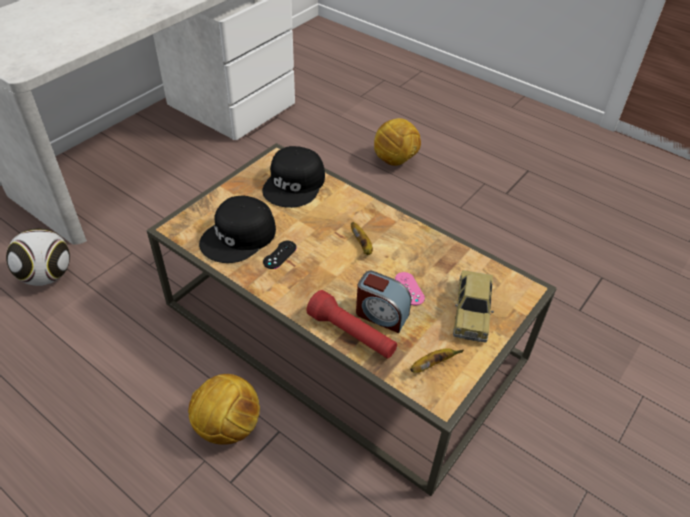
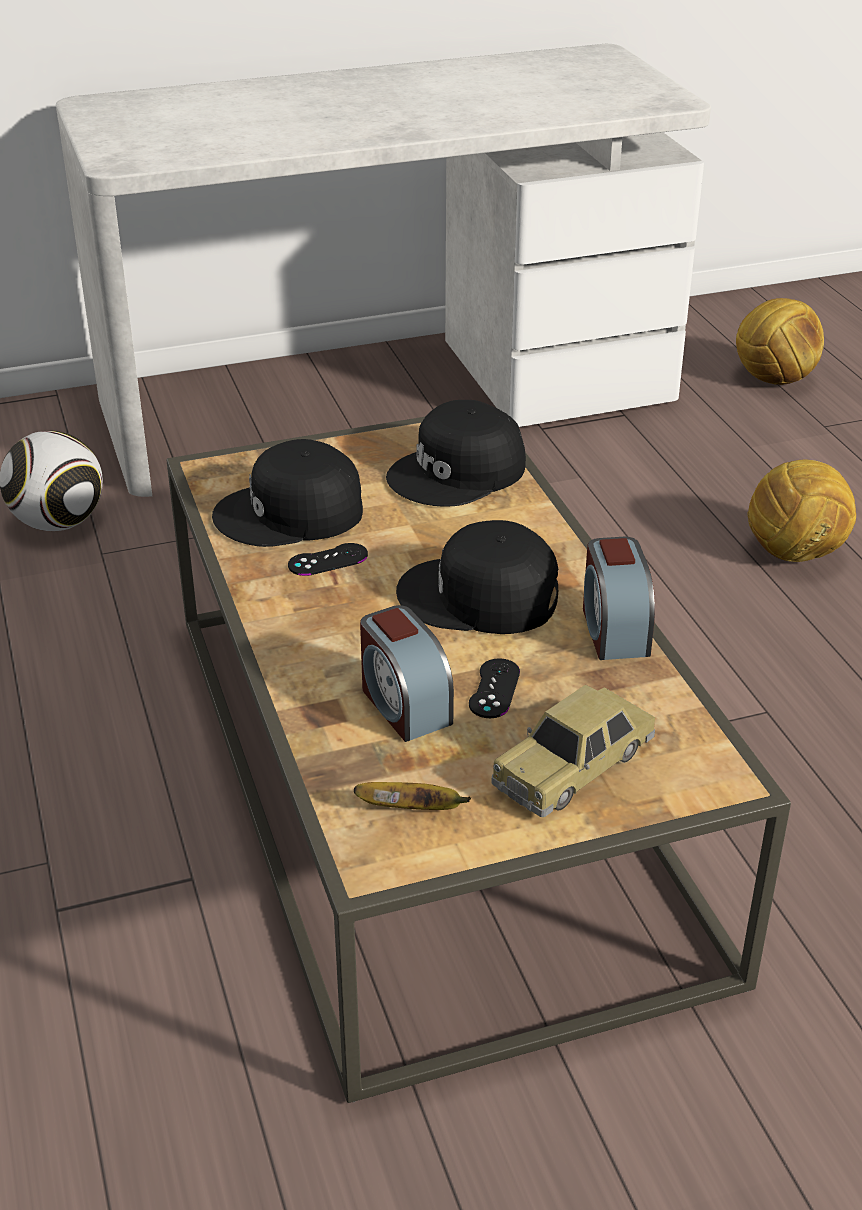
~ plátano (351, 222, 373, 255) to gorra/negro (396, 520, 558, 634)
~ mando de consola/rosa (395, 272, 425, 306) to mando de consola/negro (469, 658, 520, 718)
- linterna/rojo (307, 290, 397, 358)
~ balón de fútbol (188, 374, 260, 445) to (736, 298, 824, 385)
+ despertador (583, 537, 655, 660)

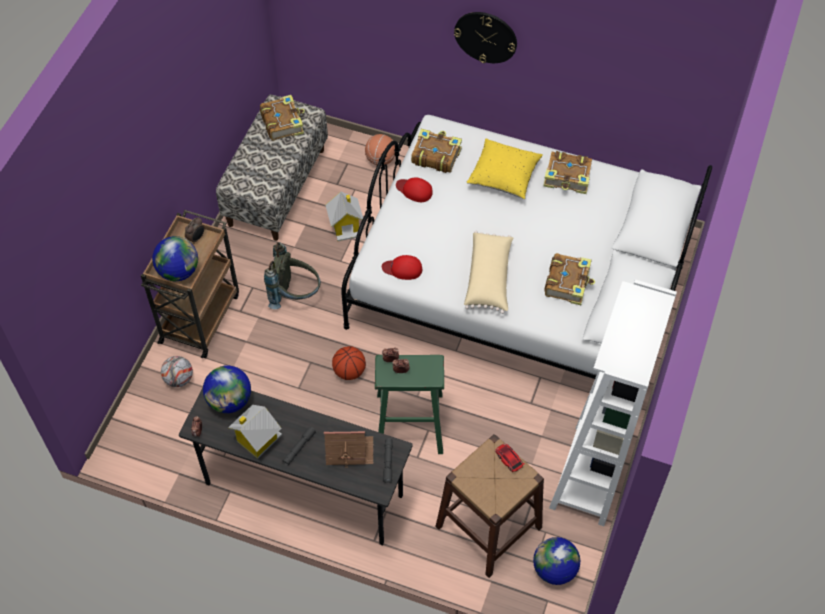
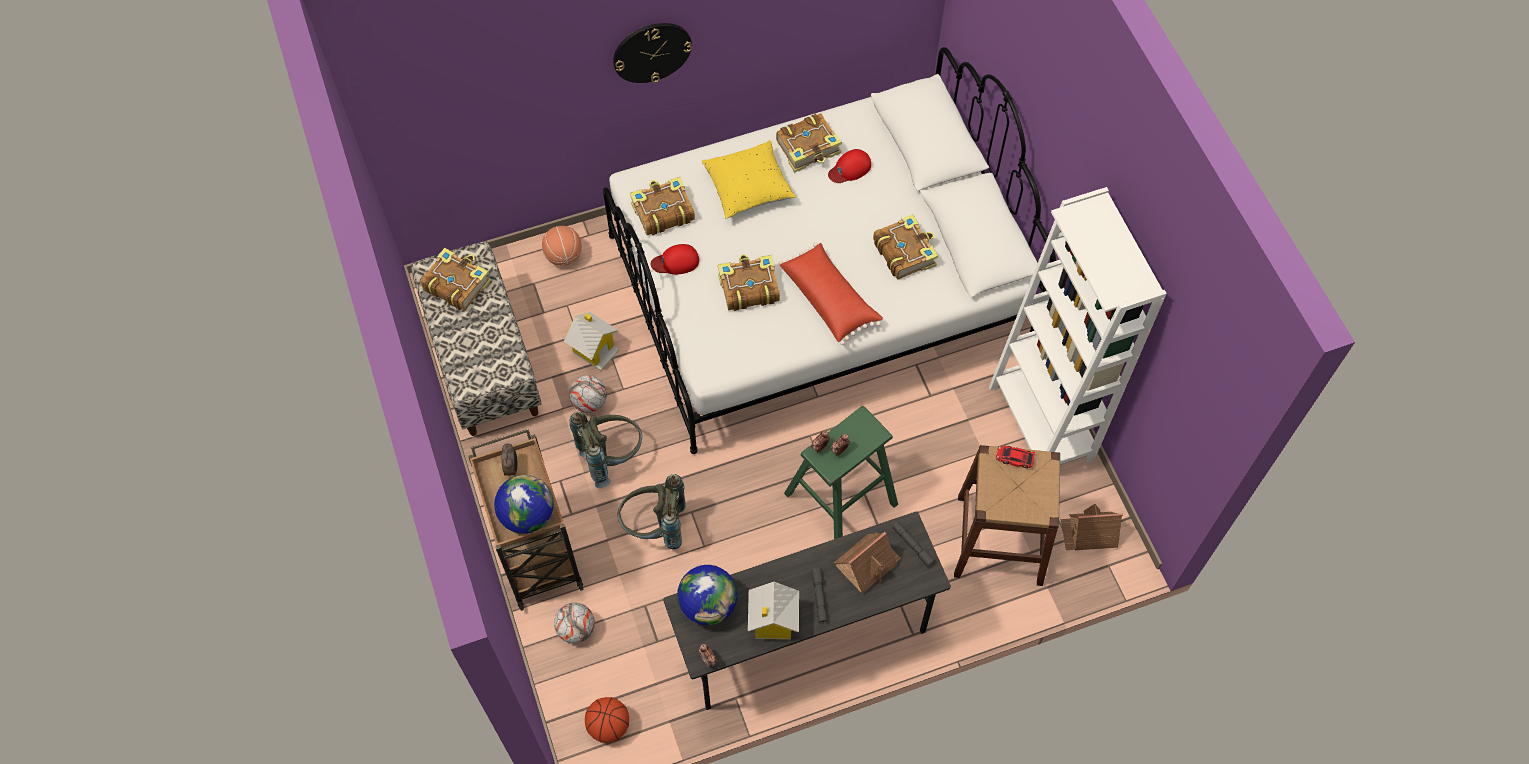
~ cojín/beis (464, 231, 513, 314) to cojín/rojo (779, 243, 883, 345)
~ gorra/rojo (382, 255, 422, 280) to (828, 149, 871, 183)
~ balón de baloncesto (332, 346, 366, 380) to (585, 697, 629, 743)
~ globo terráqueo (533, 537, 580, 585) to casita (1061, 504, 1123, 550)
+ libro (718, 254, 780, 311)
+ balón de fútbol (569, 375, 607, 413)
+ mochila/gris (618, 474, 686, 549)

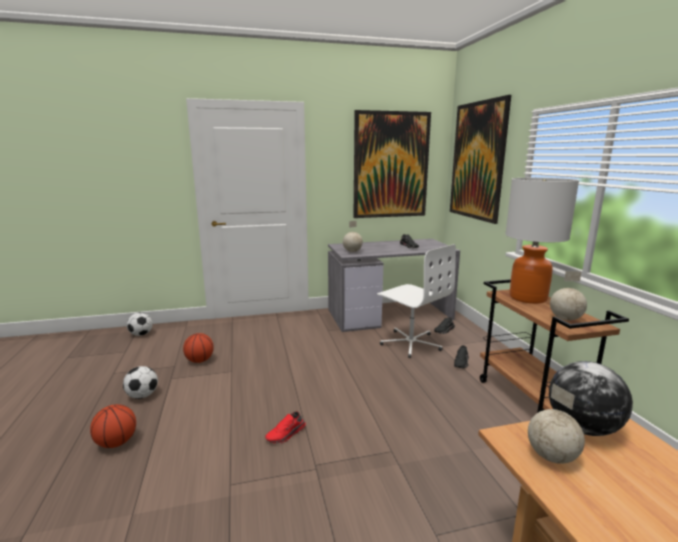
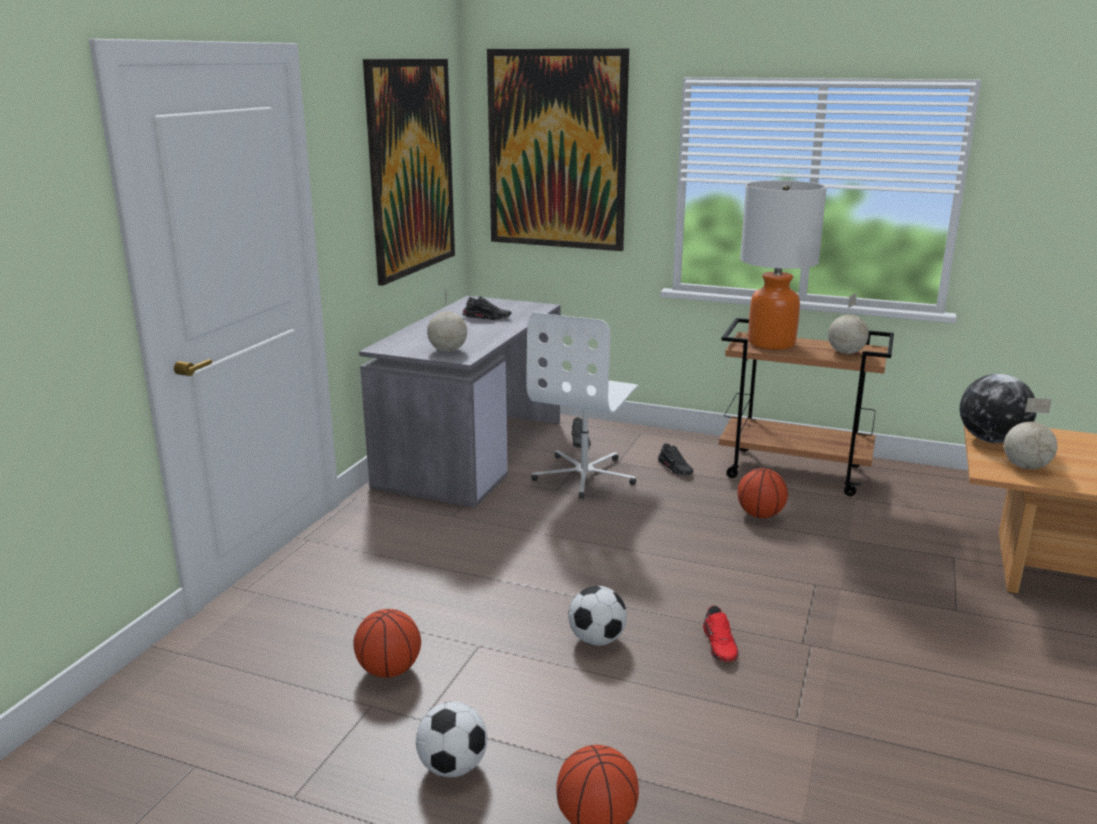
~ silla de oficina/blanco (377, 244, 456, 358) = (526, 312, 638, 499) 120 degrees clockwise
~ balón de fútbol (127, 312, 153, 336) to (568, 586, 627, 646)
+ balón de baloncesto (737, 468, 788, 518)

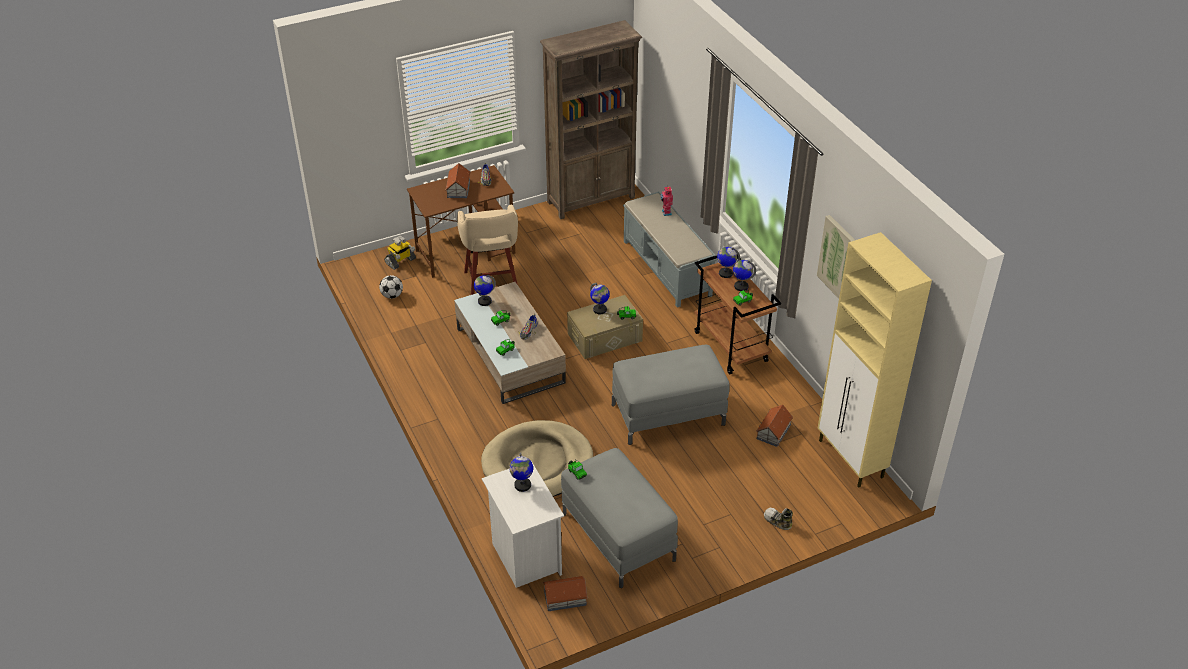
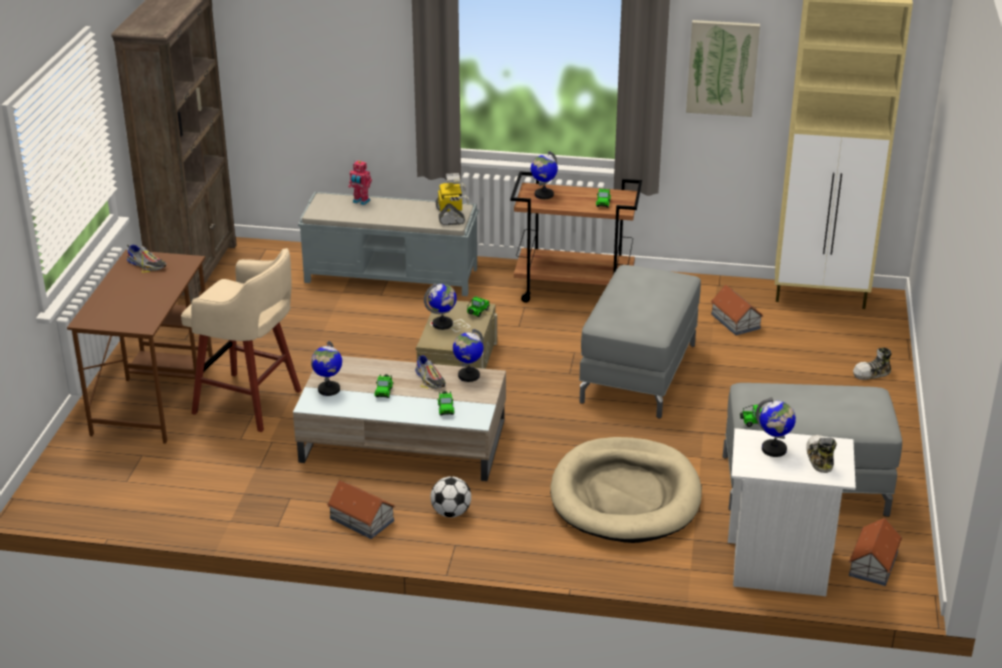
~ casita (445, 163, 471, 198) to (327, 481, 395, 539)
~ robot de juguete (384, 235, 416, 270) to (435, 173, 469, 225)
~ globo terráqueo (733, 260, 756, 291) to (453, 329, 483, 382)
~ balón de fútbol (379, 275, 403, 299) to (430, 476, 471, 518)
+ zapato (806, 435, 837, 473)

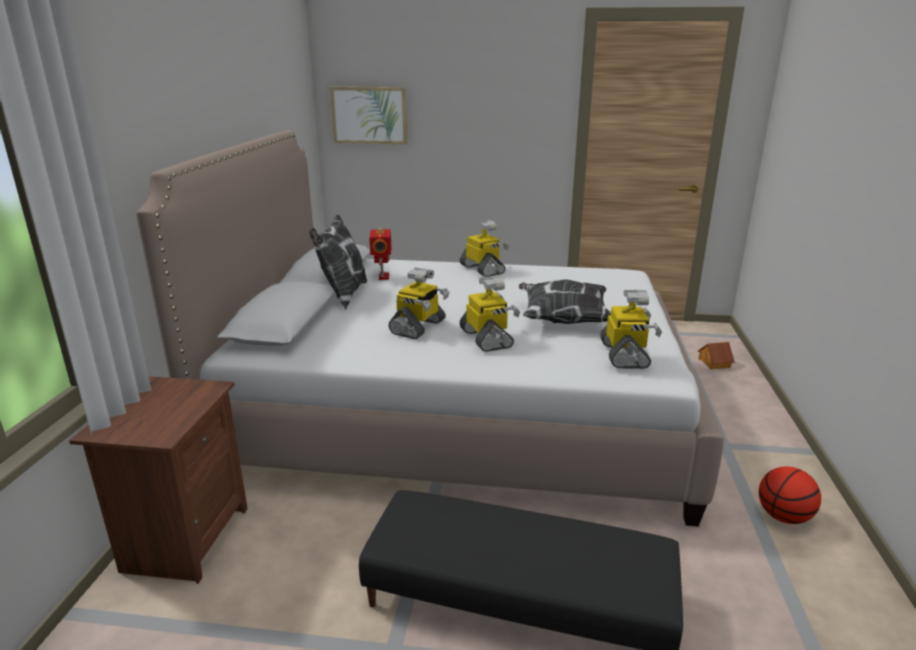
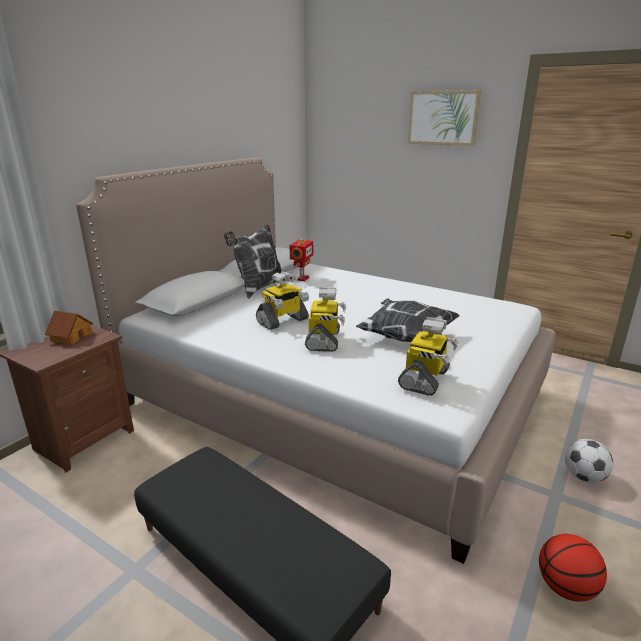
~ cuadro (330, 87, 407, 144) to (408, 90, 481, 146)
- robot de juguete (460, 220, 509, 277)
~ casita (698, 342, 735, 369) to (44, 311, 93, 345)
+ balón de fútbol (565, 439, 613, 483)

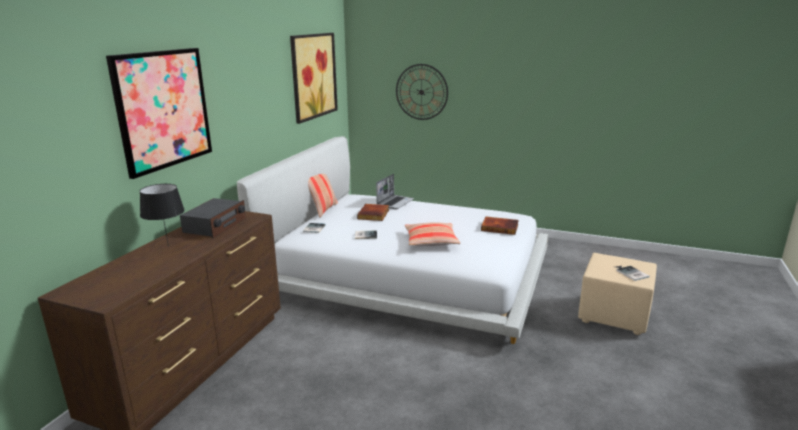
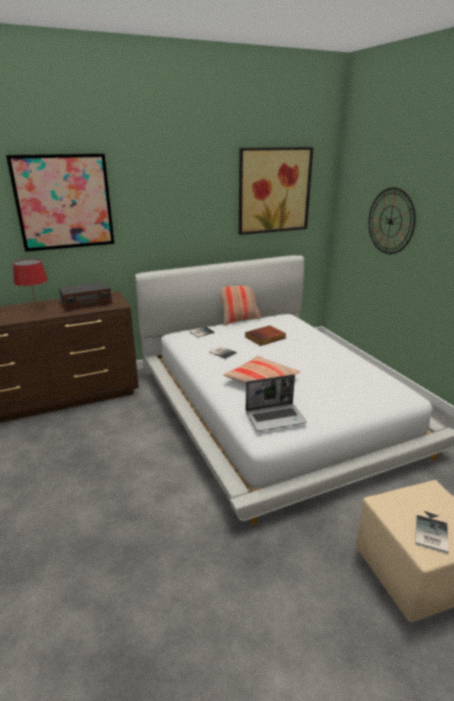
~ portátil (376, 174, 414, 209) to (245, 375, 307, 431)
~ lámpara de mesa/negro (140, 184, 185, 247) to lámpara de mesa/rojo (13, 259, 48, 305)
- libro (481, 217, 519, 235)

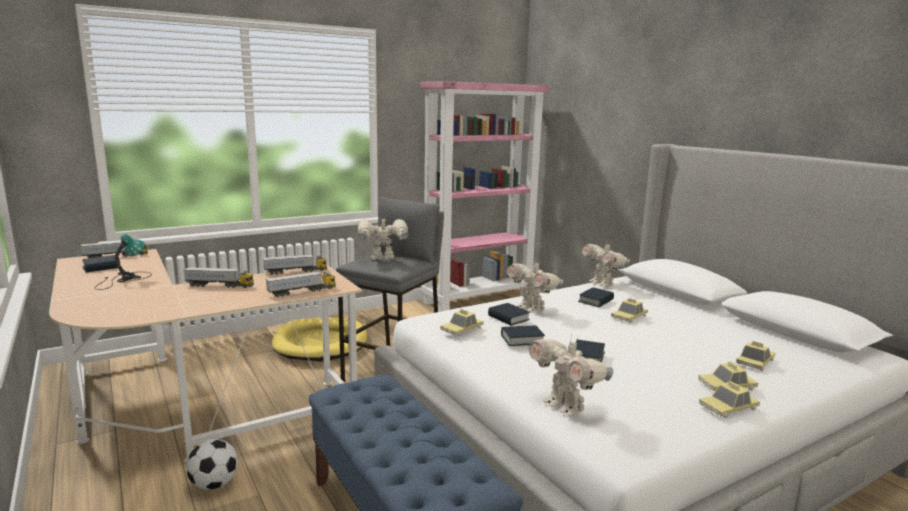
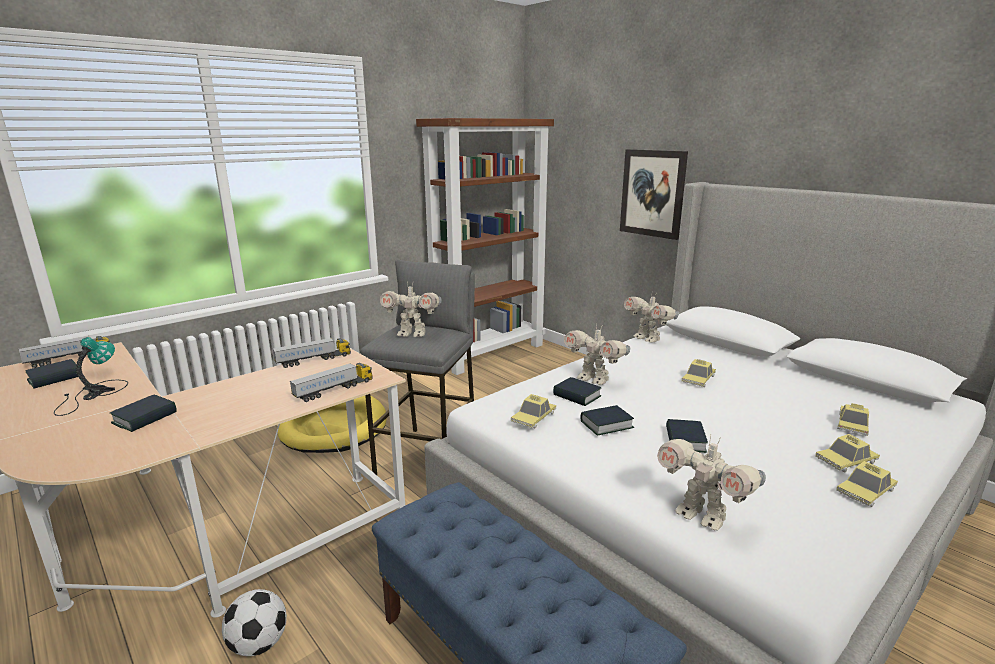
~ estantería/rosa (421, 81, 549, 312) to estantería/marrón (416, 118, 554, 375)
~ robot de juguete (358, 217, 409, 261) = (380, 281, 442, 337) 150 degrees counterclockwise
- camión de juguete (184, 267, 254, 288)
~ libro (578, 287, 614, 307) to (110, 395, 177, 432)
+ cuadro (620, 149, 688, 240)

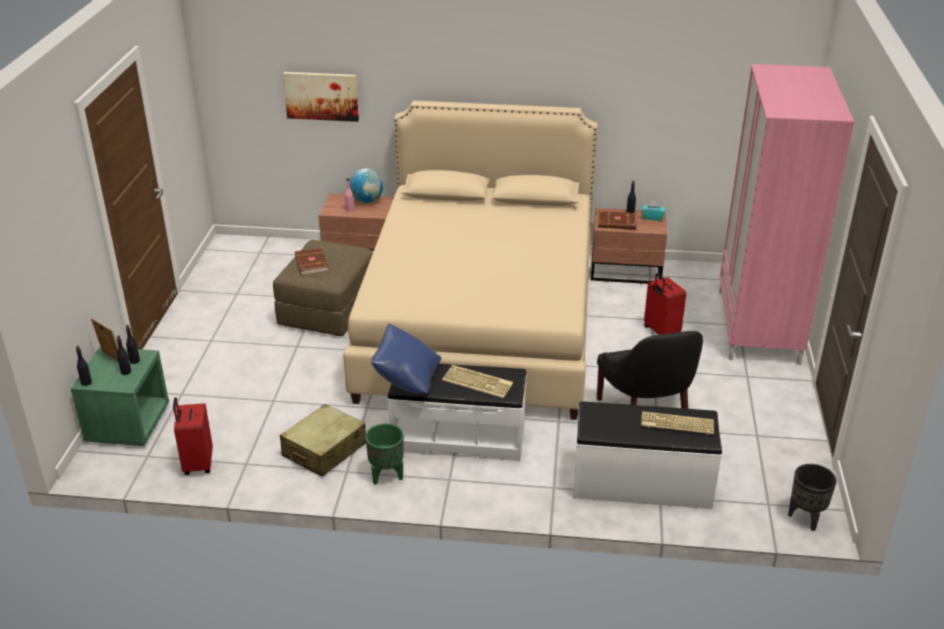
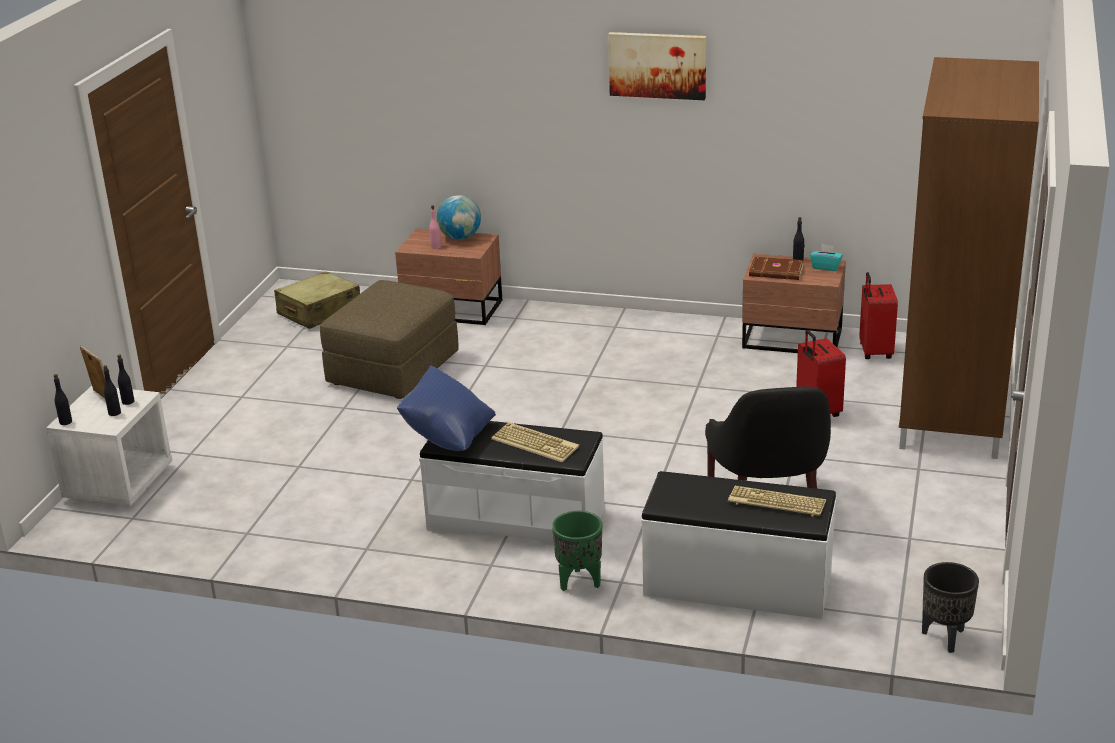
~ armario ropero/rosa (719, 64, 854, 365) to armario ropero/marrón (899, 57, 1039, 459)
~ cuadro (283, 72, 359, 122) to (608, 32, 706, 100)
- cama/beis (343, 101, 598, 420)
- libro/marrón (295, 248, 328, 275)
~ mesita de noche/verde (71, 347, 169, 446) to mesita de noche/blanco (46, 386, 172, 507)
~ maleta/rojo (173, 397, 213, 475) to (859, 272, 898, 359)
~ maleta/beis (280, 404, 366, 477) to (274, 272, 360, 329)
~ maceta/verde (365, 423, 404, 485) to (552, 511, 602, 591)

